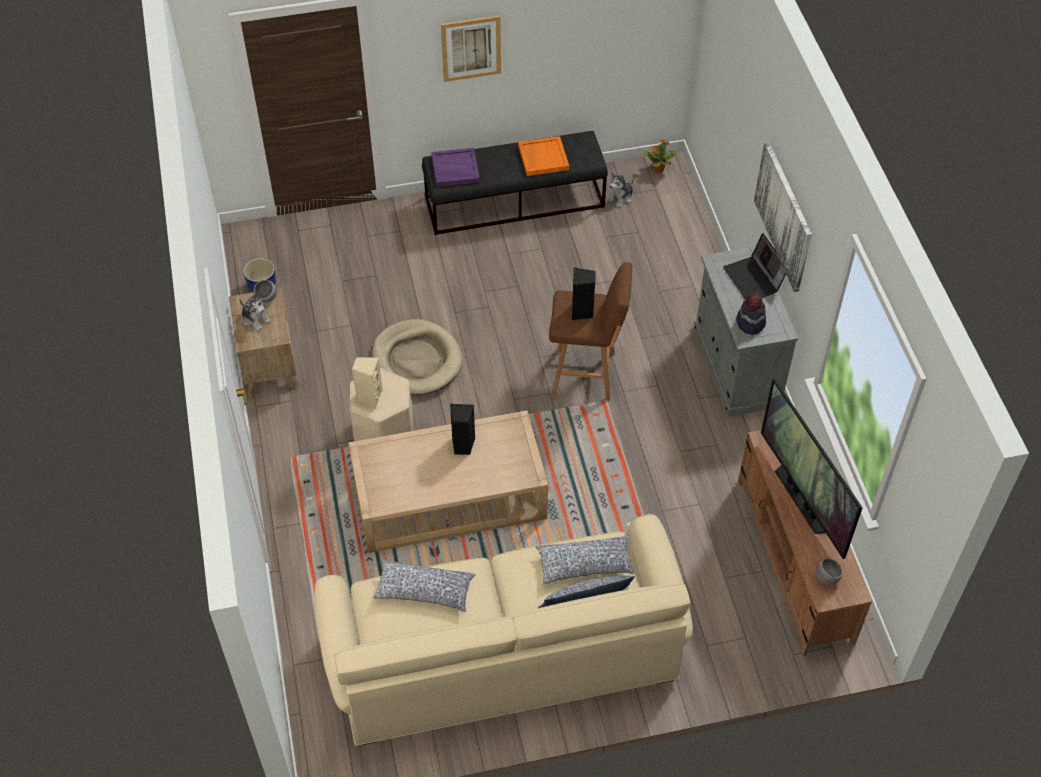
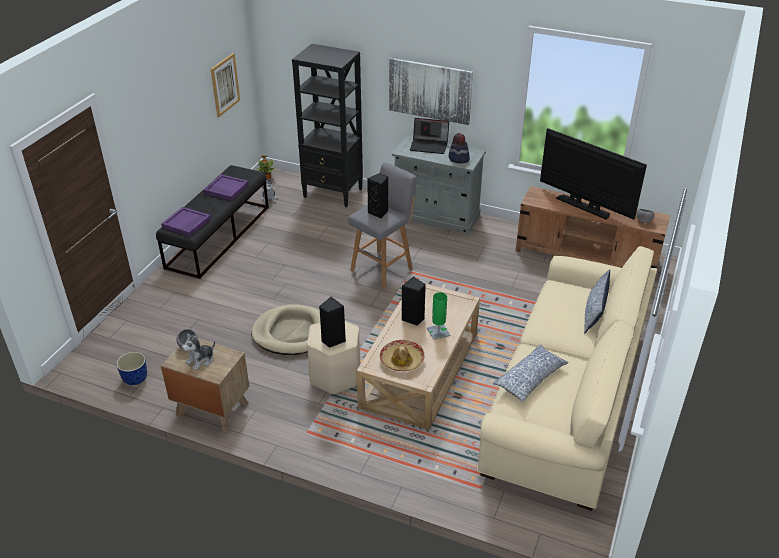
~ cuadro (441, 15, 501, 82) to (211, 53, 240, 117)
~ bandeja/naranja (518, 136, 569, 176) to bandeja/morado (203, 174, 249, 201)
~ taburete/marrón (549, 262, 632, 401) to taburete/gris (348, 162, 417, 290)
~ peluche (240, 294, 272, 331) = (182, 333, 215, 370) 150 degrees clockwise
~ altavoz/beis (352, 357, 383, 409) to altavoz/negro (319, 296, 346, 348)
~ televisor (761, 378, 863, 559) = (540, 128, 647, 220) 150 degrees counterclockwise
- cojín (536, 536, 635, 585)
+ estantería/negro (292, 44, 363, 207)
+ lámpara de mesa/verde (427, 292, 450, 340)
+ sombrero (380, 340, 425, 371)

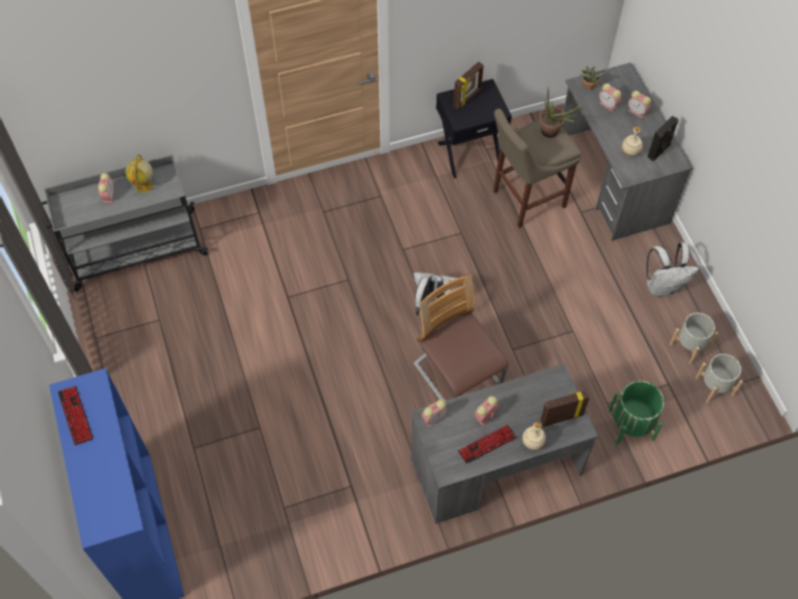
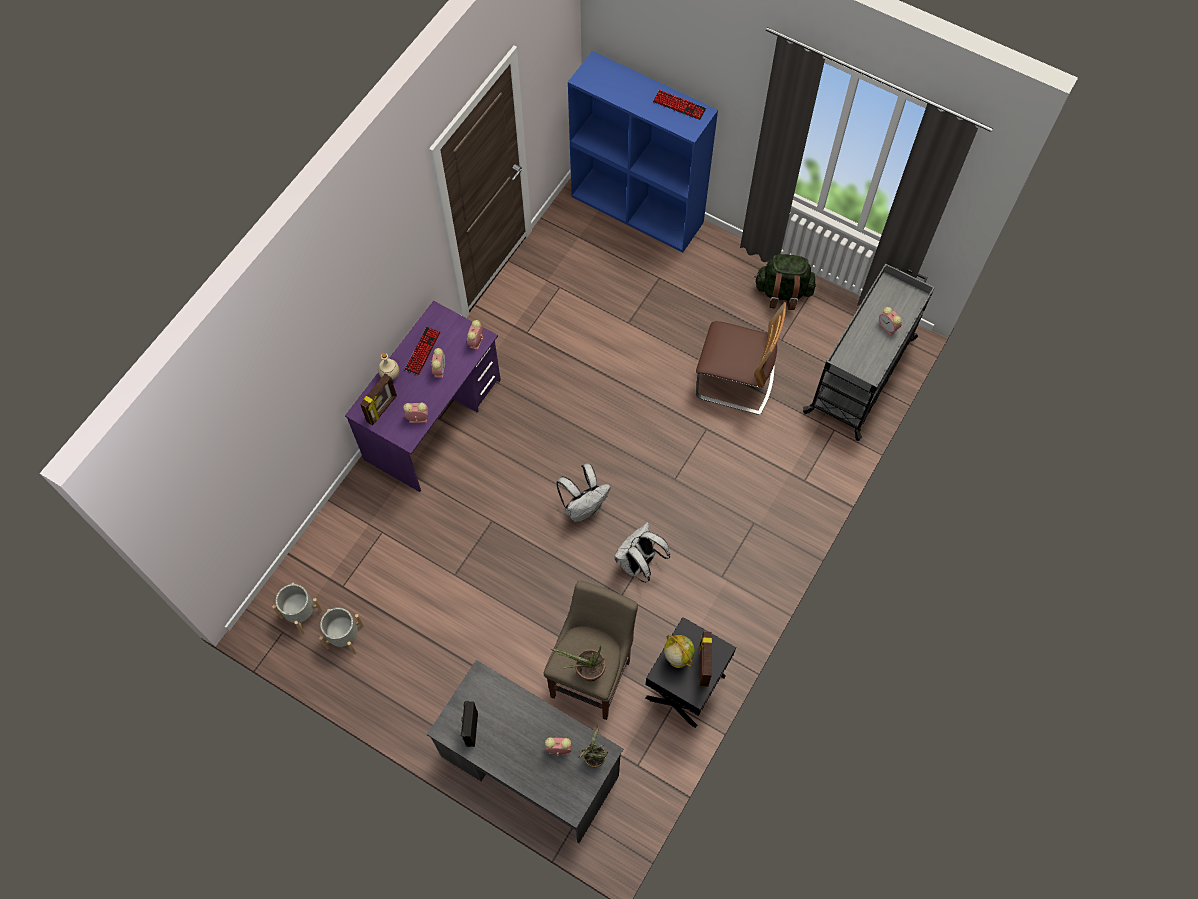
~ despertador (628, 91, 651, 118) to (403, 403, 428, 423)
- botella/beis (622, 126, 642, 157)
~ globo terráqueo (125, 154, 153, 193) to (664, 635, 695, 668)
~ mochila/blanco (646, 242, 699, 296) to (614, 522, 670, 583)
~ silla (413, 274, 509, 401) to (696, 302, 786, 415)
~ escritorio/gris (410, 363, 598, 524) to escritorio/morado (345, 301, 501, 492)
- maceta/verde (609, 380, 664, 444)
+ mochila/verde (754, 254, 816, 310)

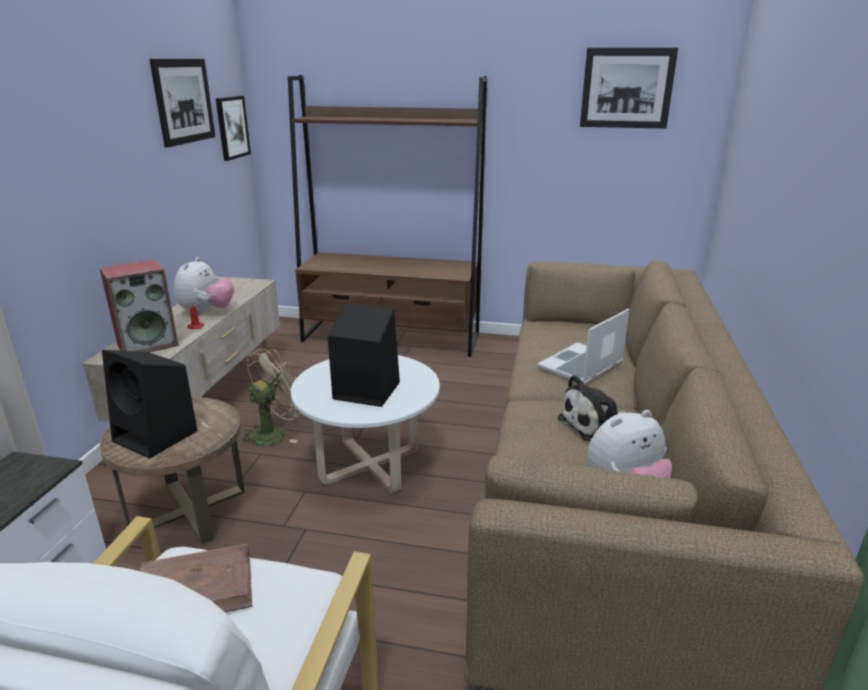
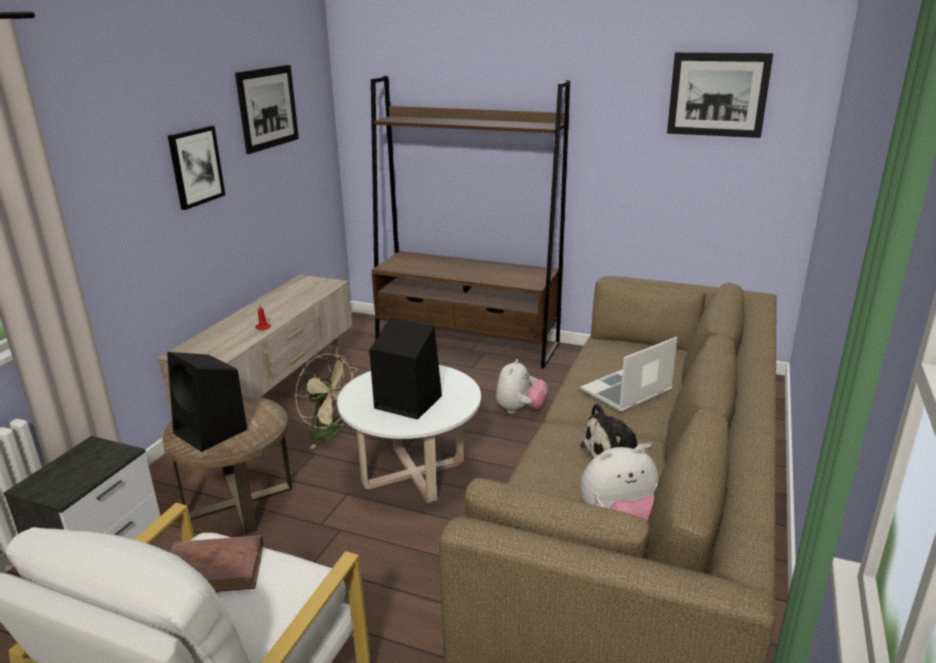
~ cuadro (216, 96, 251, 161) to (168, 126, 225, 210)
~ peluche (174, 257, 234, 315) to (496, 359, 548, 413)
- altavoz (100, 259, 179, 352)
~ ventilador/beis (239, 349, 300, 446) = (295, 353, 358, 449) 75 degrees clockwise

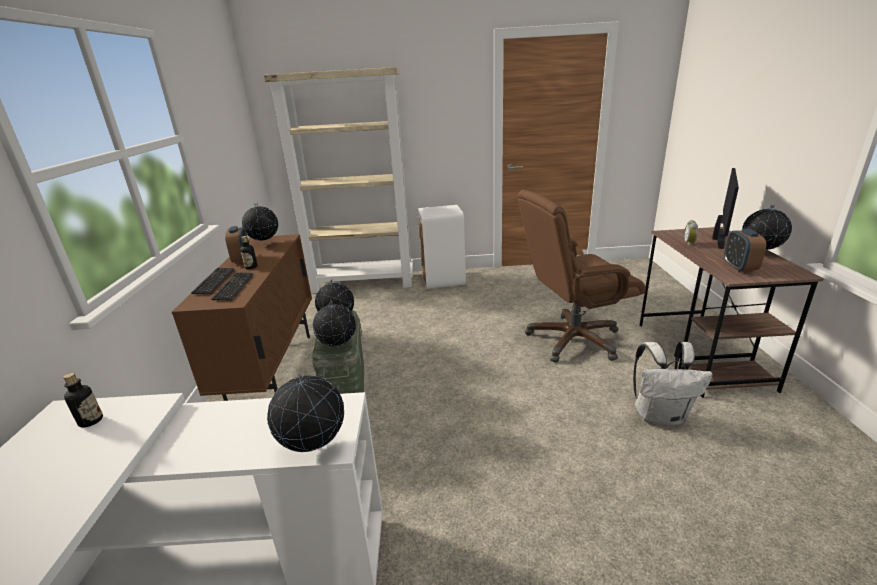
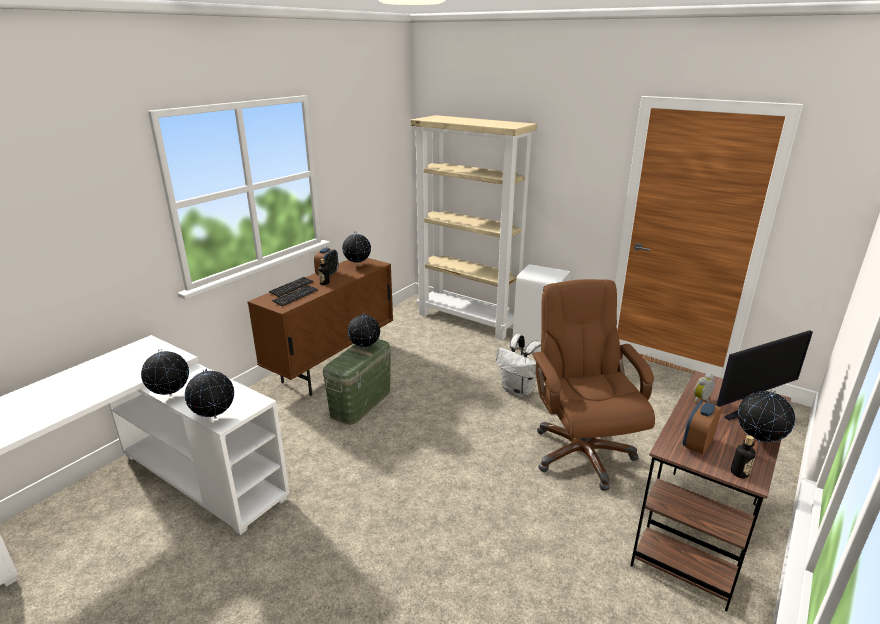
~ silla de oficina/marrón (518, 190, 646, 363) = (532, 279, 655, 491) 60 degrees clockwise
~ globo terráqueo (313, 301, 356, 349) to (141, 349, 189, 397)
~ mochila/blanco (633, 342, 713, 425) to (496, 334, 541, 398)
~ botella (63, 373, 103, 428) to (731, 435, 756, 478)

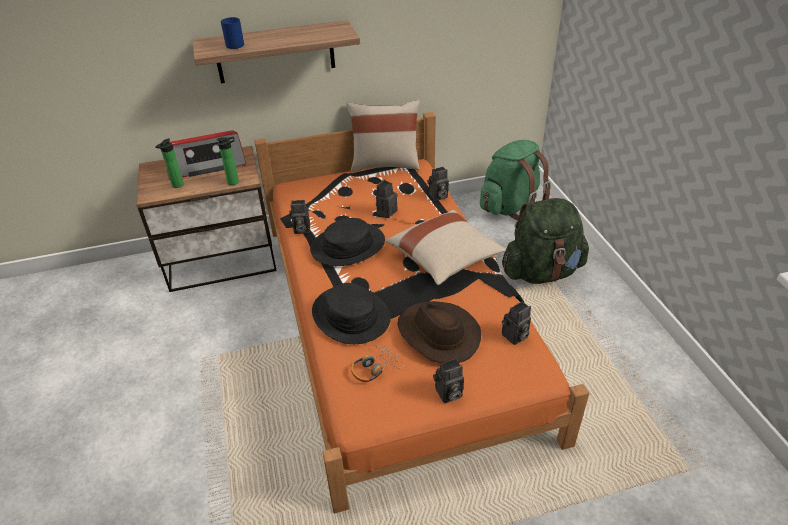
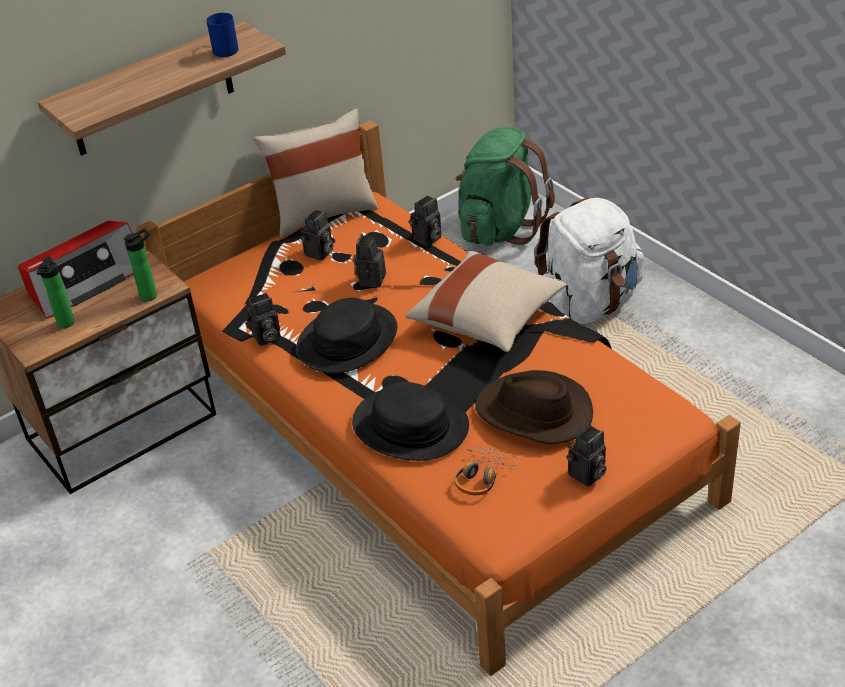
~ taza grande/azul (221, 17, 244, 49) to (206, 13, 239, 57)
~ mochila/verde (502, 198, 589, 284) to mochila/blanco (534, 198, 644, 324)
~ cámara (502, 301, 531, 345) to (300, 210, 333, 261)

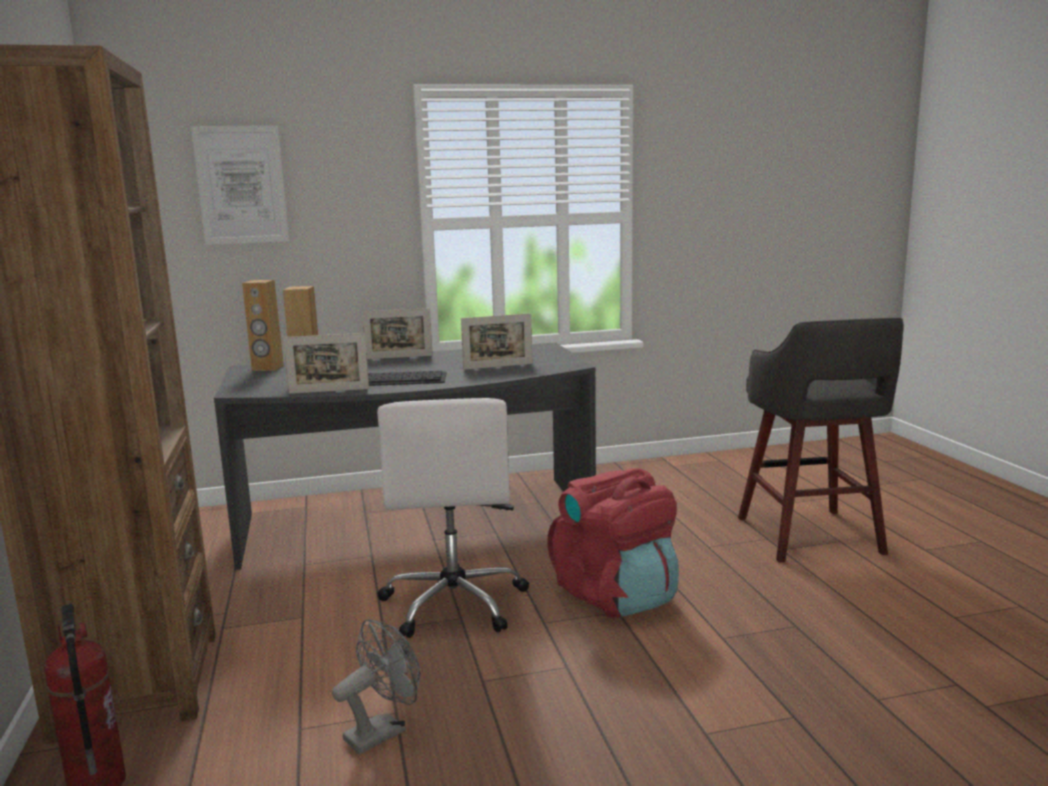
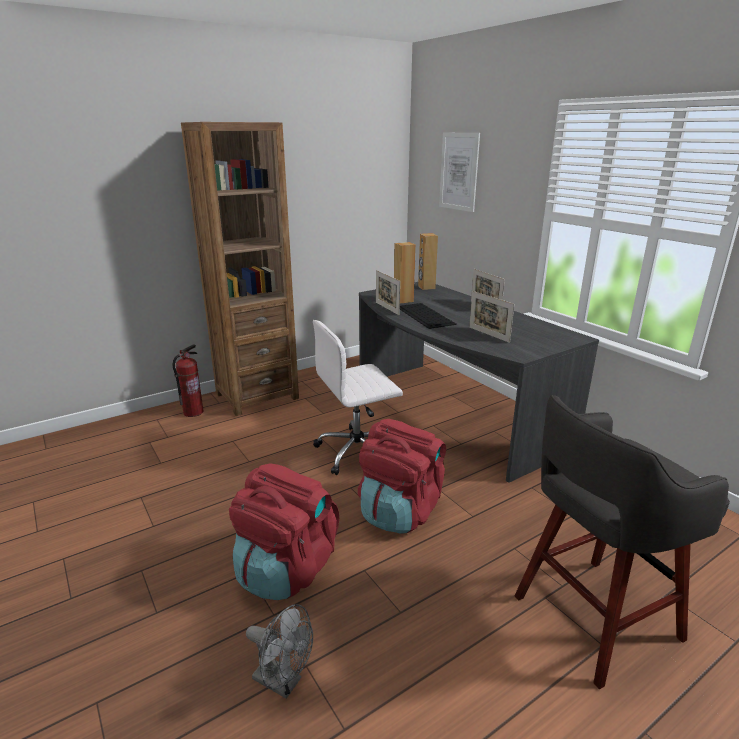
~ ventilador/gris (332, 619, 421, 754) to (246, 604, 313, 699)
+ mochila/rojo (229, 463, 339, 600)

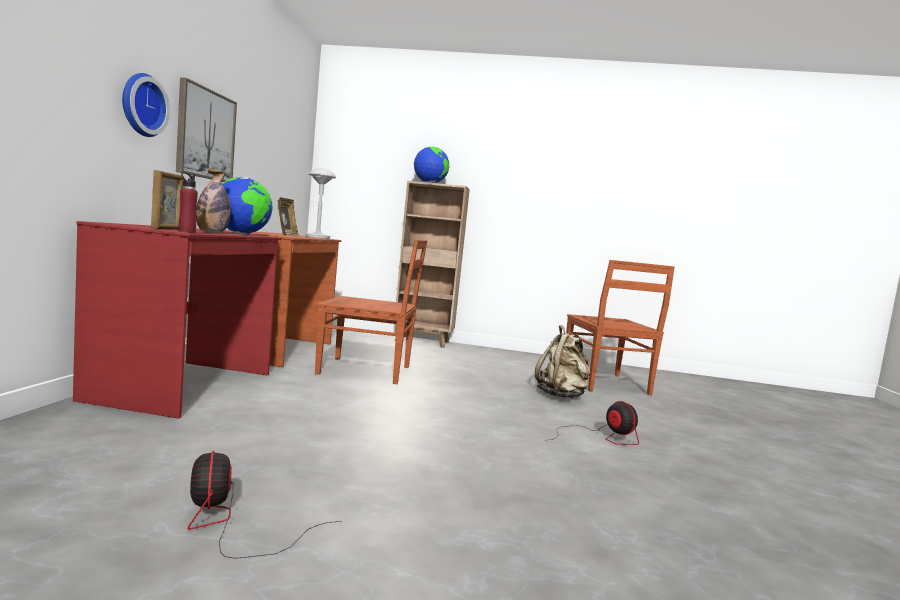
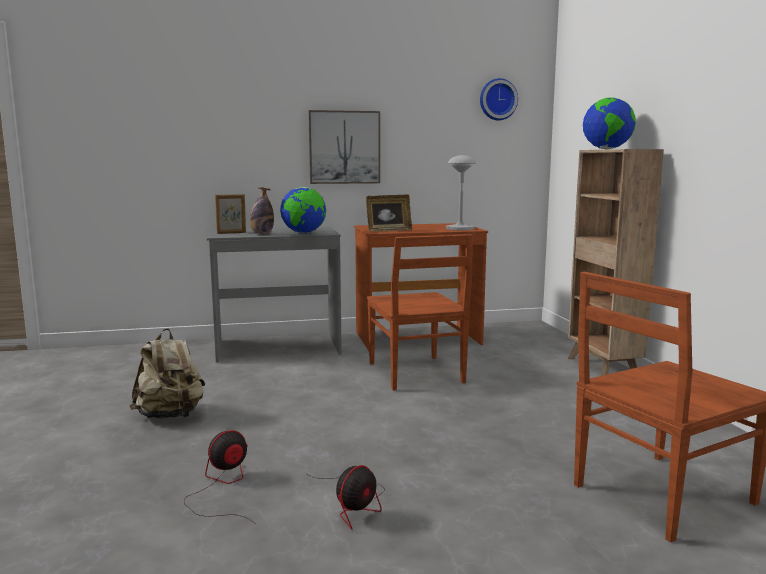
~ reloj de pared (122, 73, 170, 137) to (480, 78, 518, 120)
- botella/rojo (178, 172, 198, 233)
~ escritorio/rojo (73, 221, 282, 419) to escritorio/gris (207, 226, 342, 363)
~ mochila/beis (535, 325, 590, 399) to (130, 328, 205, 418)
~ ventilador (188, 451, 342, 559) to (184, 430, 255, 524)

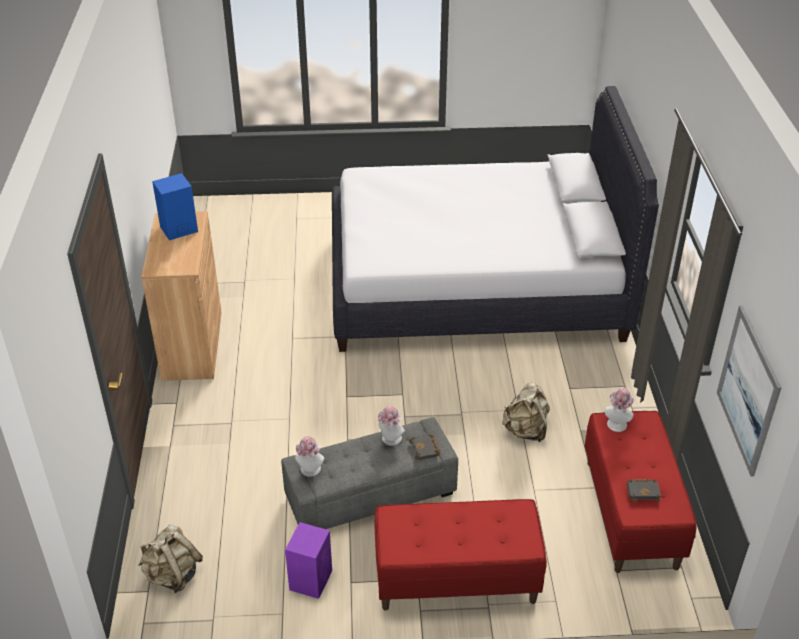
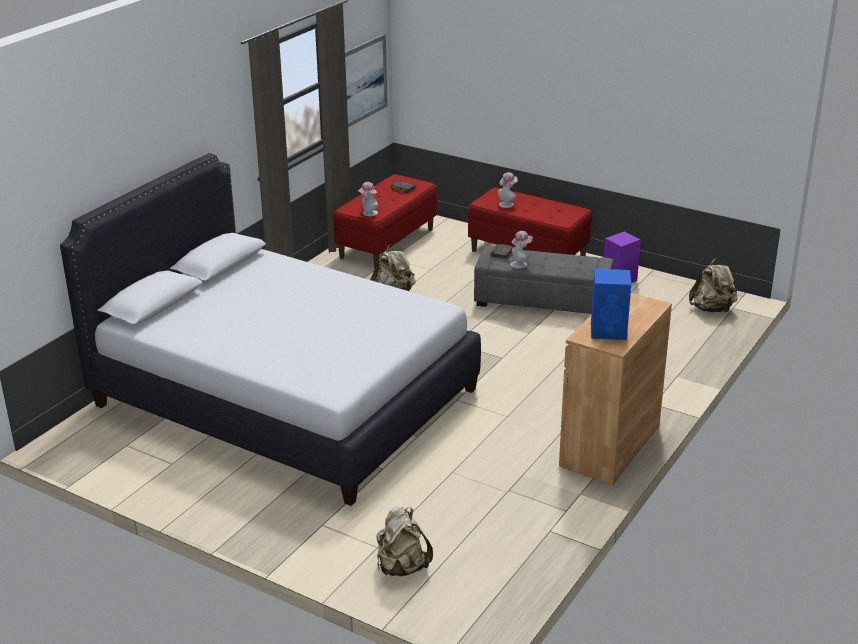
~ sombrero (295, 436, 324, 477) to (498, 172, 518, 208)
+ mochila/beis (376, 507, 433, 576)

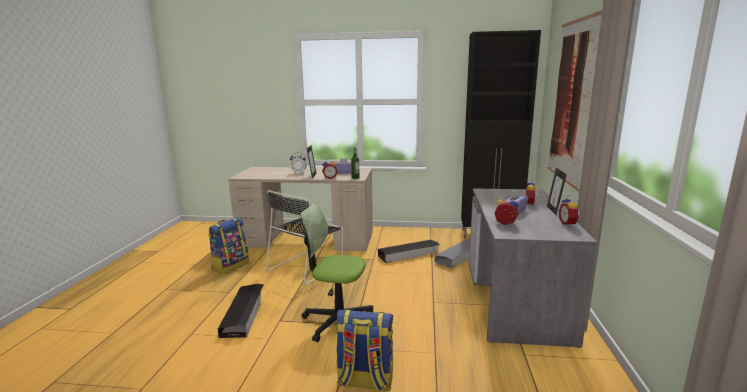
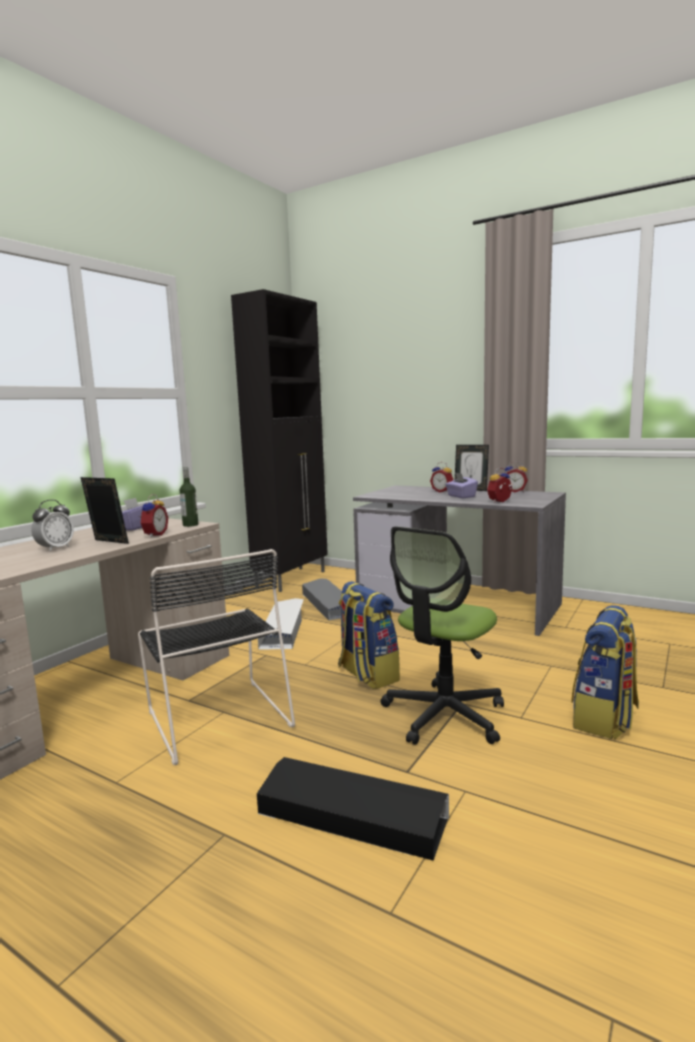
- cuadro (548, 10, 602, 192)
~ mochila (208, 217, 249, 274) to (338, 581, 400, 689)
~ caja de almacenaje/negro (378, 240, 440, 263) to caja de almacenaje/blanco (258, 598, 304, 650)

